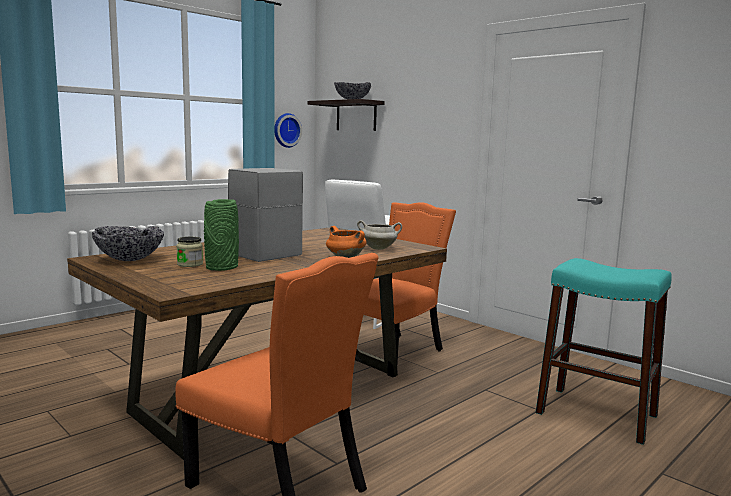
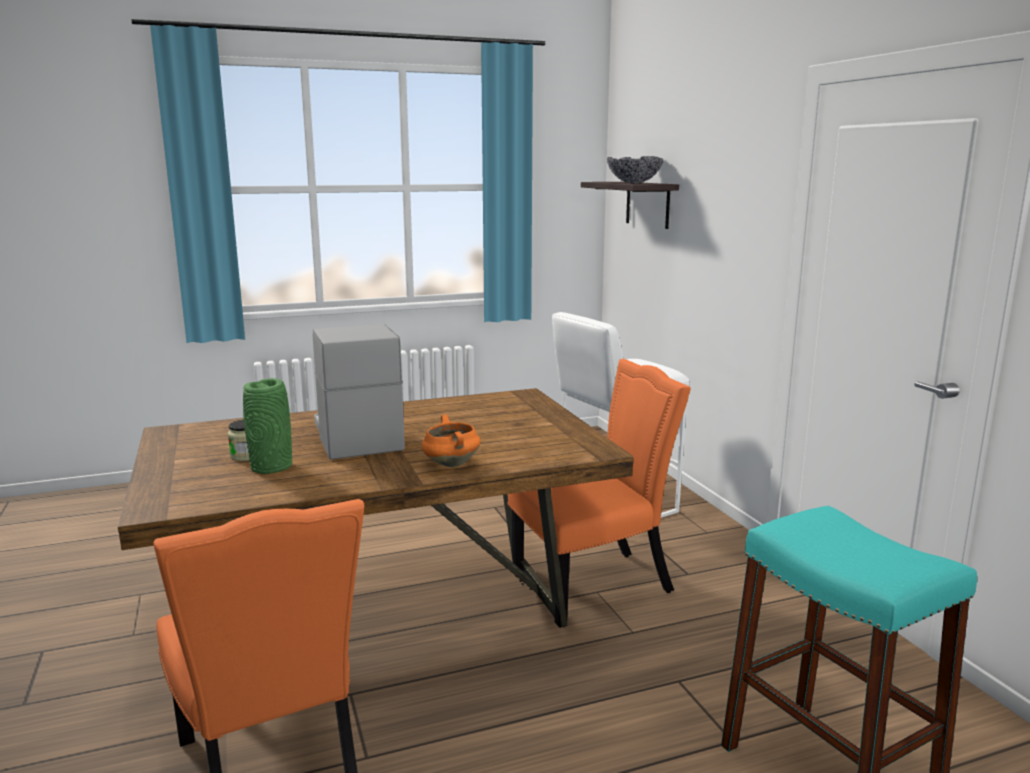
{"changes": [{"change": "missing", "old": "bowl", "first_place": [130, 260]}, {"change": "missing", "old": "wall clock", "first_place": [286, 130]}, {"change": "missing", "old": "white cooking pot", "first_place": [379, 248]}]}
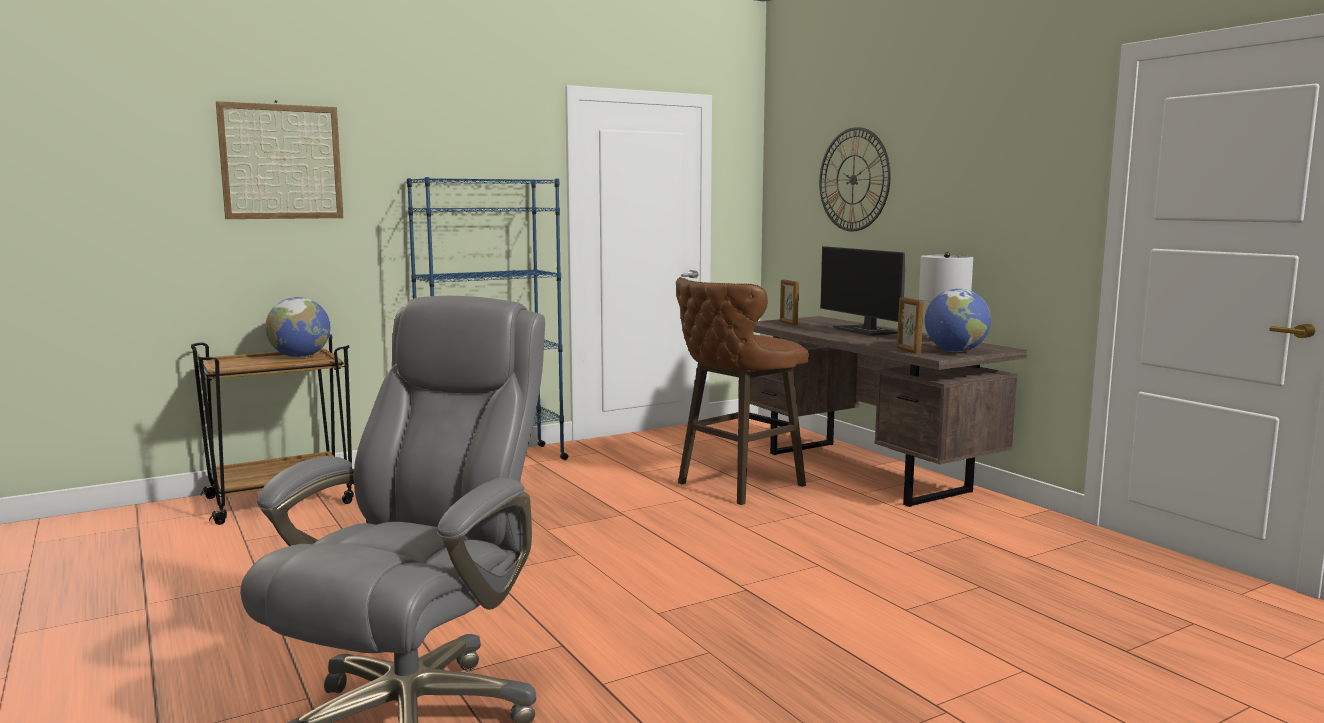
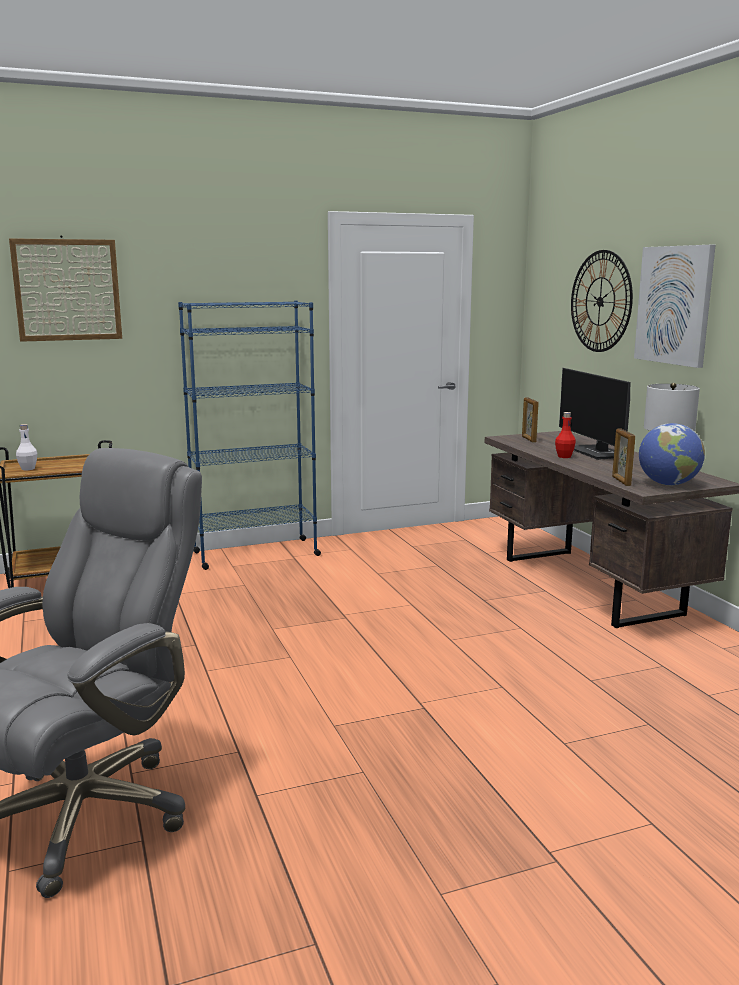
{"changes": [{"change": "missing", "old": "globe", "first_place": [300, 357]}, {"change": "missing", "old": "brown stool", "first_place": [737, 485]}, {"change": "appeared", "new": "white bottle", "second_place": [28, 469]}, {"change": "appeared", "new": "red bottle", "second_place": [564, 456]}, {"change": "appeared", "new": "picture", "second_place": [674, 305]}]}
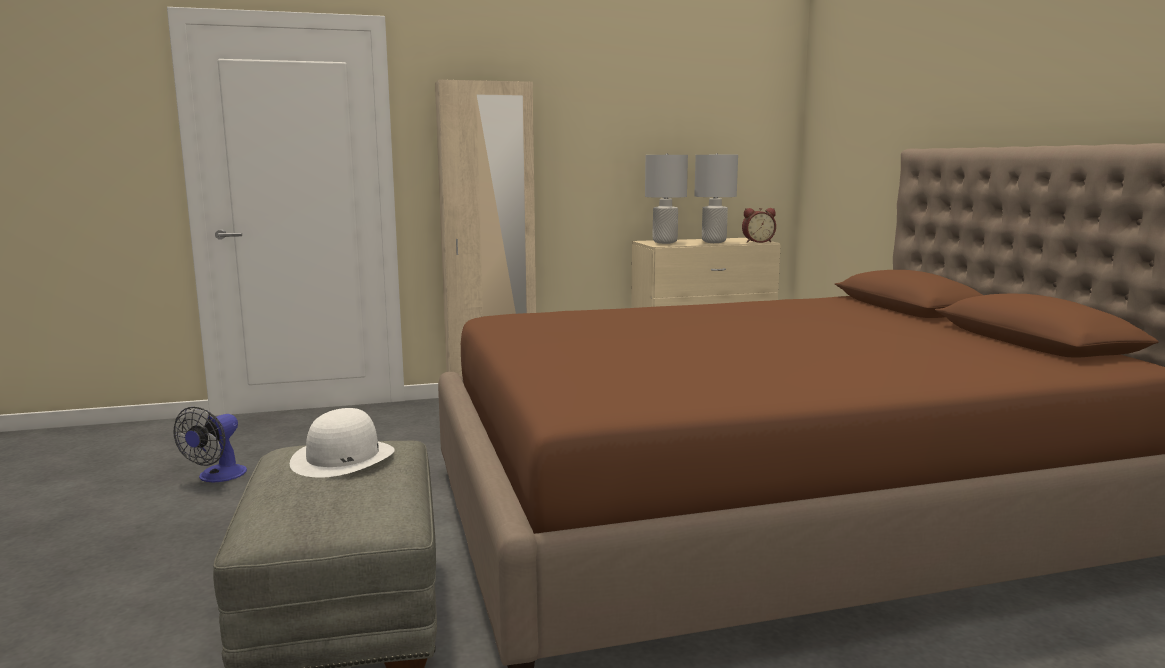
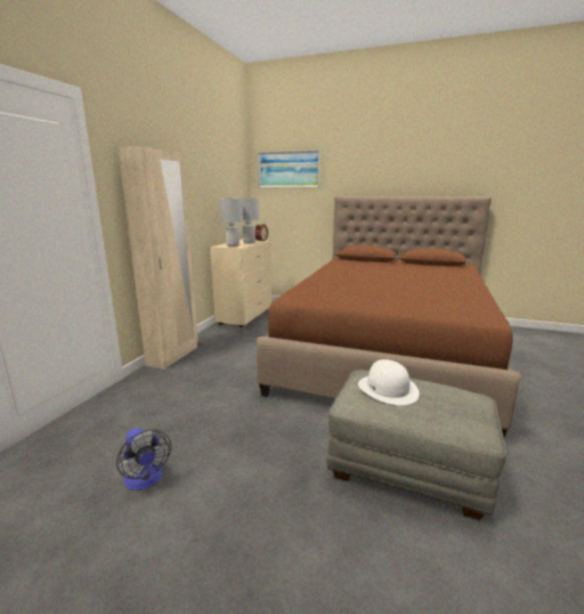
{"changes": [{"change": "appeared", "new": "picture", "second_place": [288, 169]}]}
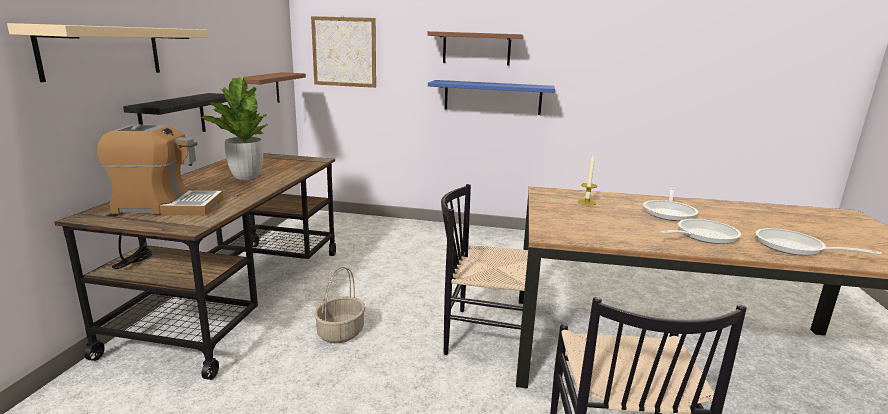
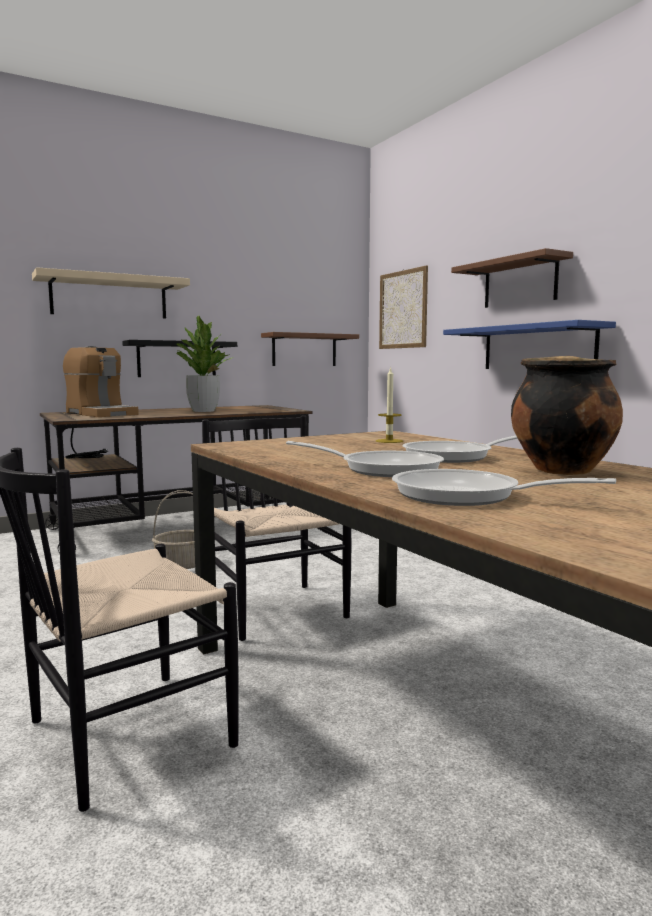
{"changes": [{"change": "appeared", "new": "cooking pot", "second_place": [560, 470]}, {"change": "spun", "old": "frying pan", "first_place": [795, 248], "second_place": [466, 496], "degrees": -60}]}
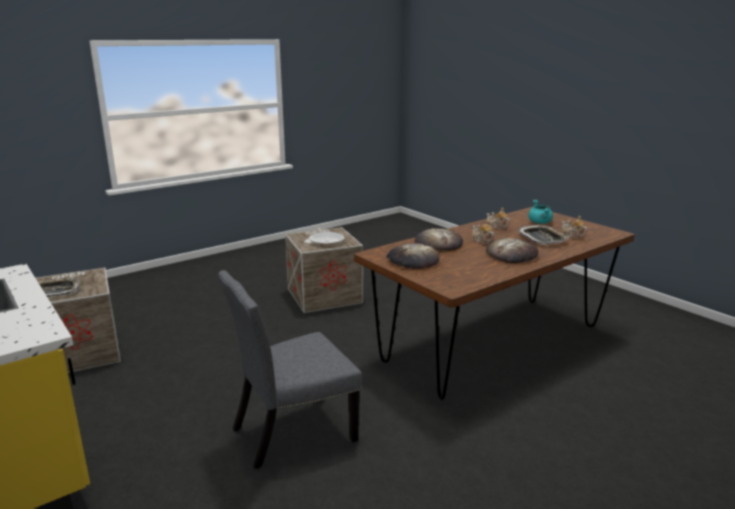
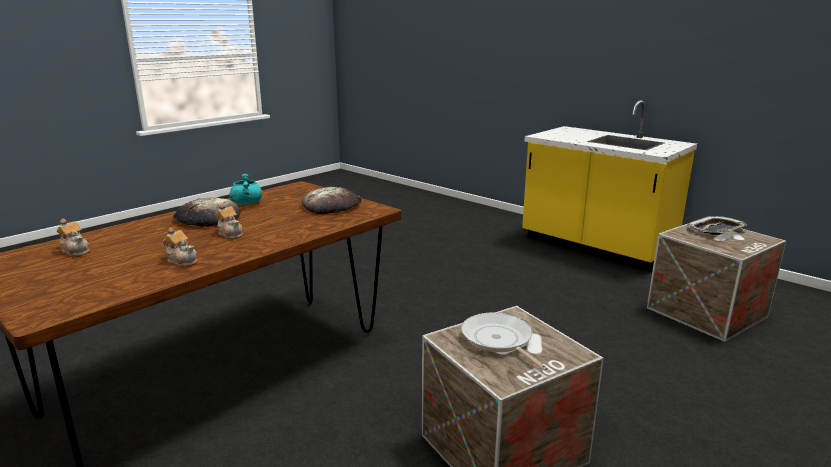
{"changes": [{"change": "missing", "old": "grey chair", "first_place": [295, 432]}, {"change": "missing", "old": "bread", "first_place": [438, 243]}, {"change": "missing", "old": "tray", "first_place": [542, 238]}, {"change": "relocated", "old": "turquoise cooking pot", "first_place": [540, 223], "second_place": [246, 203]}]}
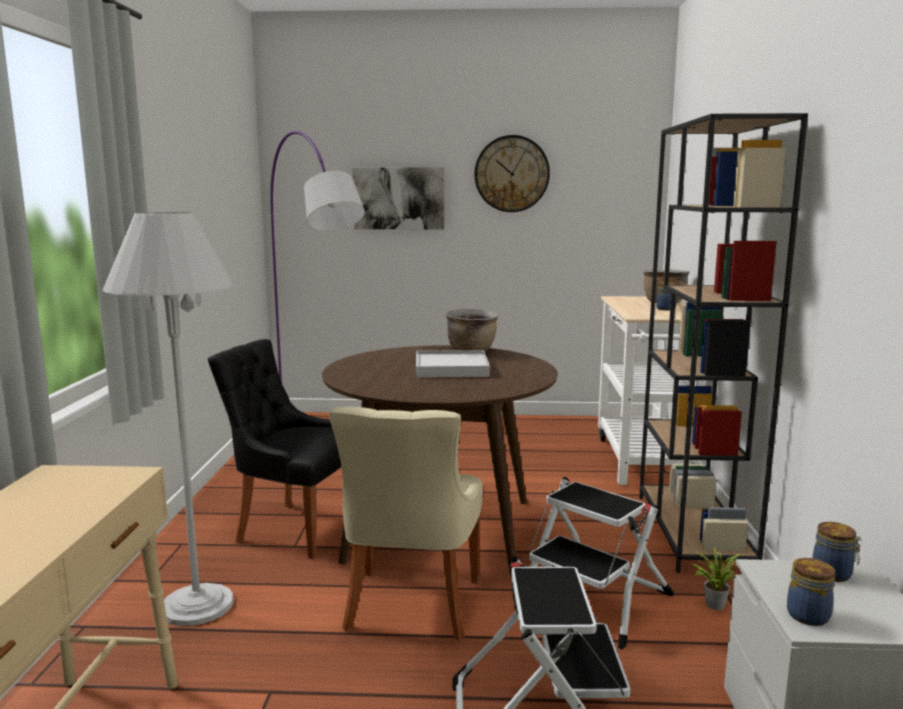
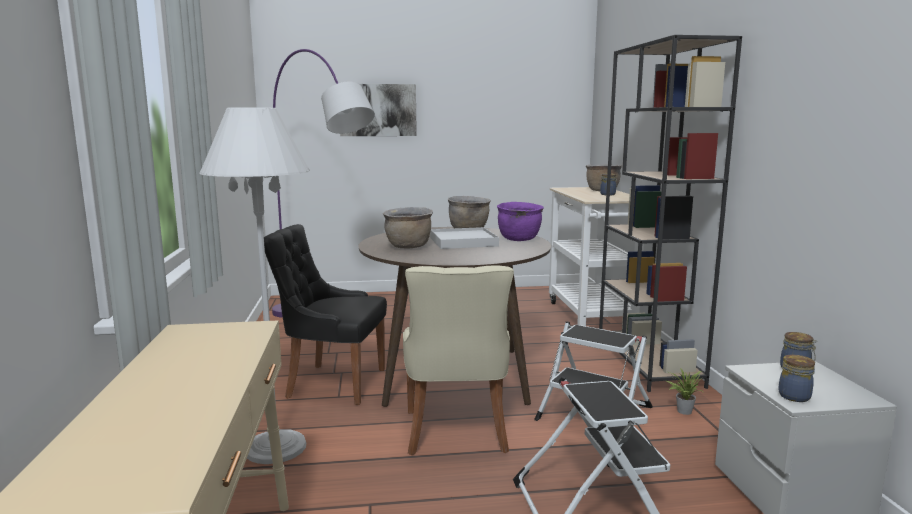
{"changes": [{"change": "missing", "old": "wall clock", "first_place": [511, 174]}, {"change": "appeared", "new": "brown cooking pot", "second_place": [408, 247]}, {"change": "appeared", "new": "purple cooking pot", "second_place": [519, 239]}]}
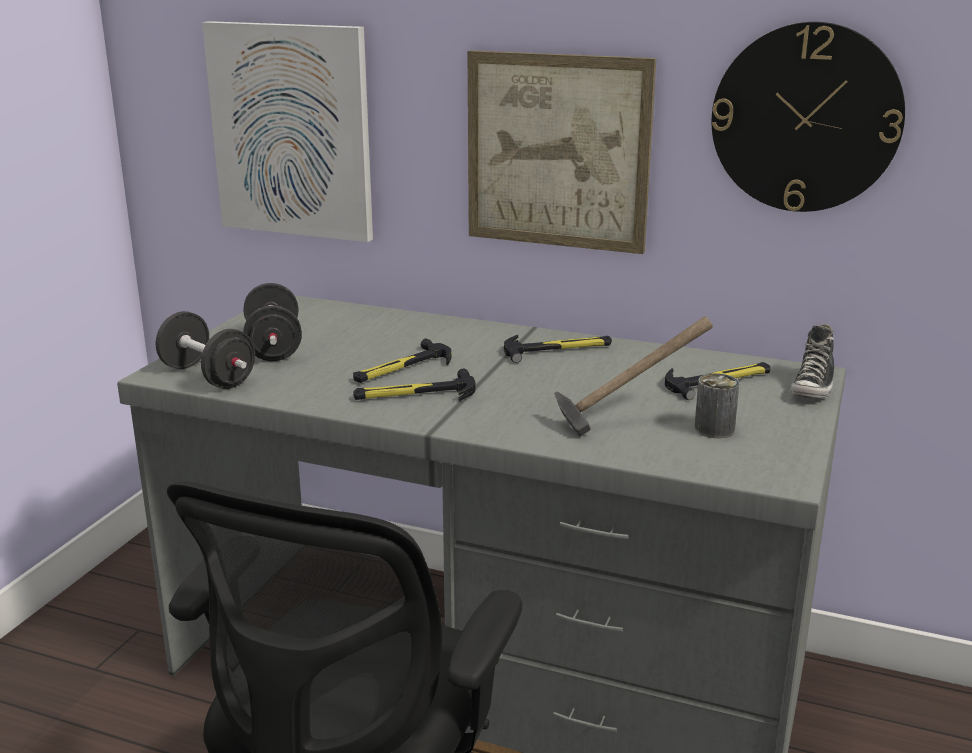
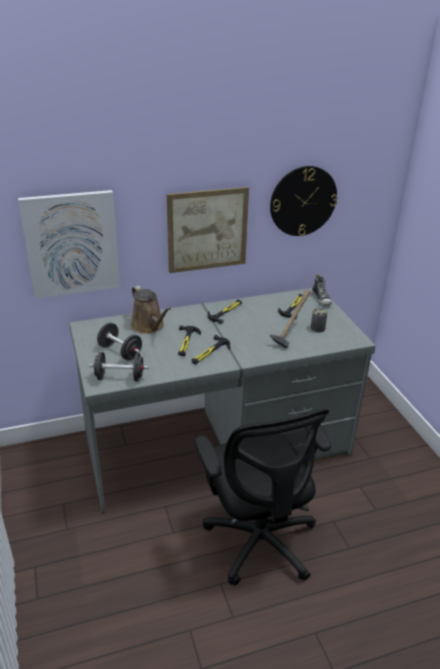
{"changes": [{"change": "appeared", "new": "brown watering can", "second_place": [149, 326]}]}
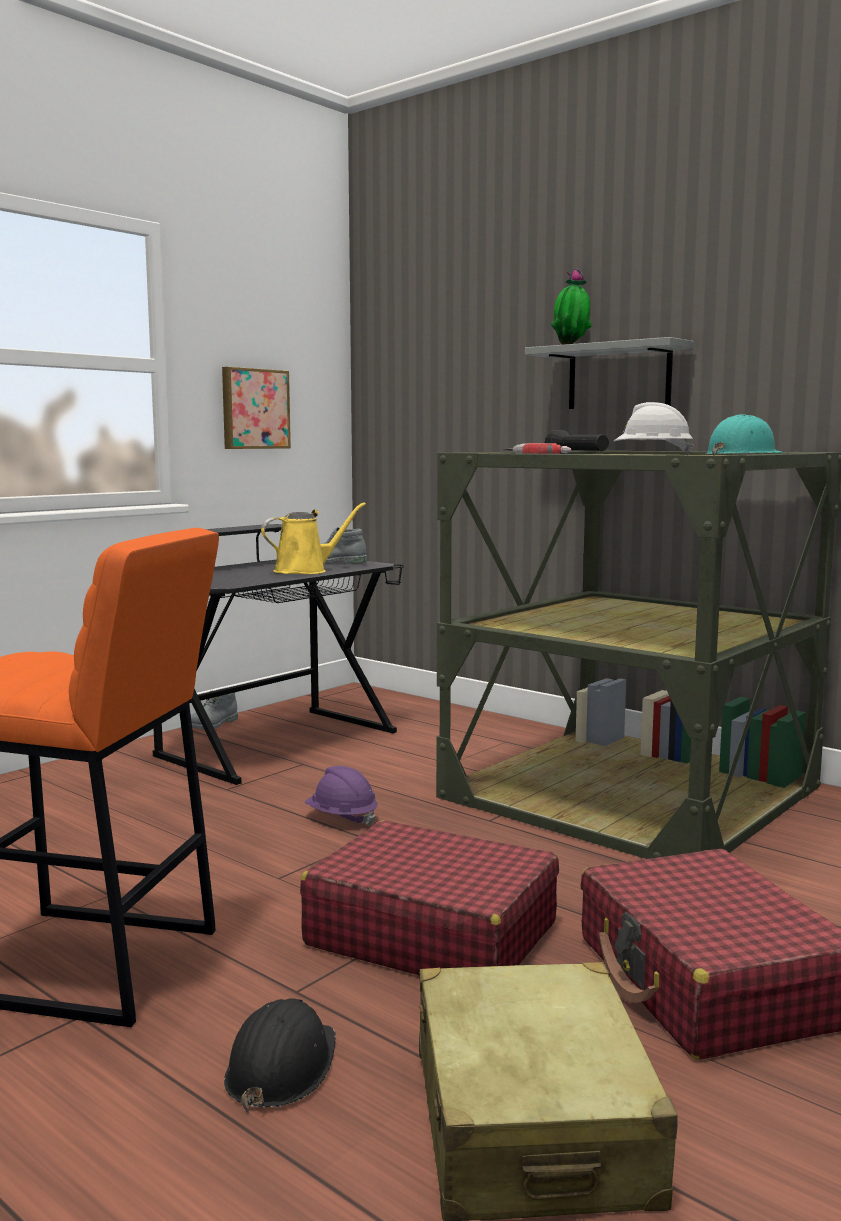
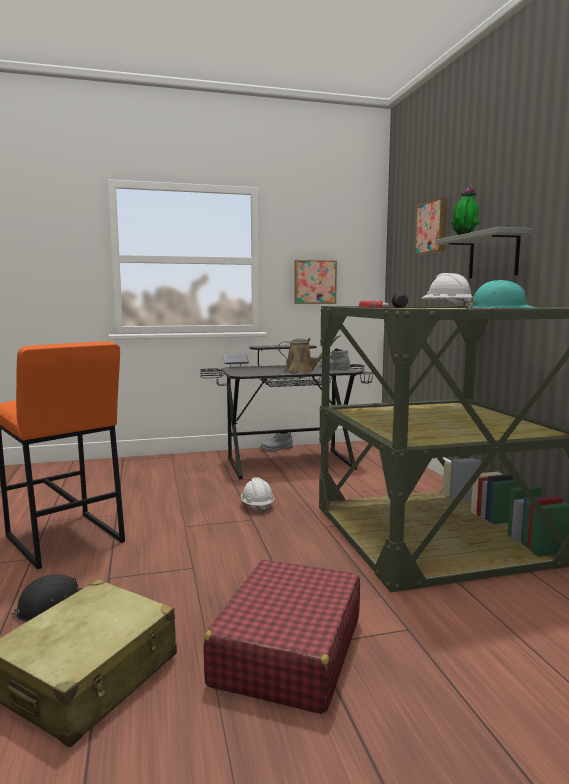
{"changes": [{"change": "missing", "old": "red suitcase", "first_place": [431, 934]}, {"change": "appeared", "new": "picture", "second_place": [433, 227]}, {"change": "colour", "old": "yellow watering can", "new": "brown watering can", "first_place": [305, 571], "second_place": [302, 371]}, {"change": "colour", "old": "purple hard hat", "new": "white hard hat", "first_place": [341, 818], "second_place": [257, 506]}]}
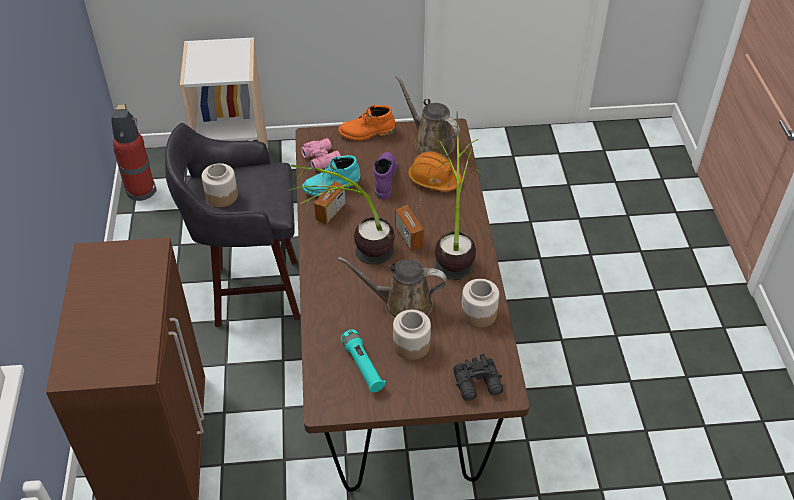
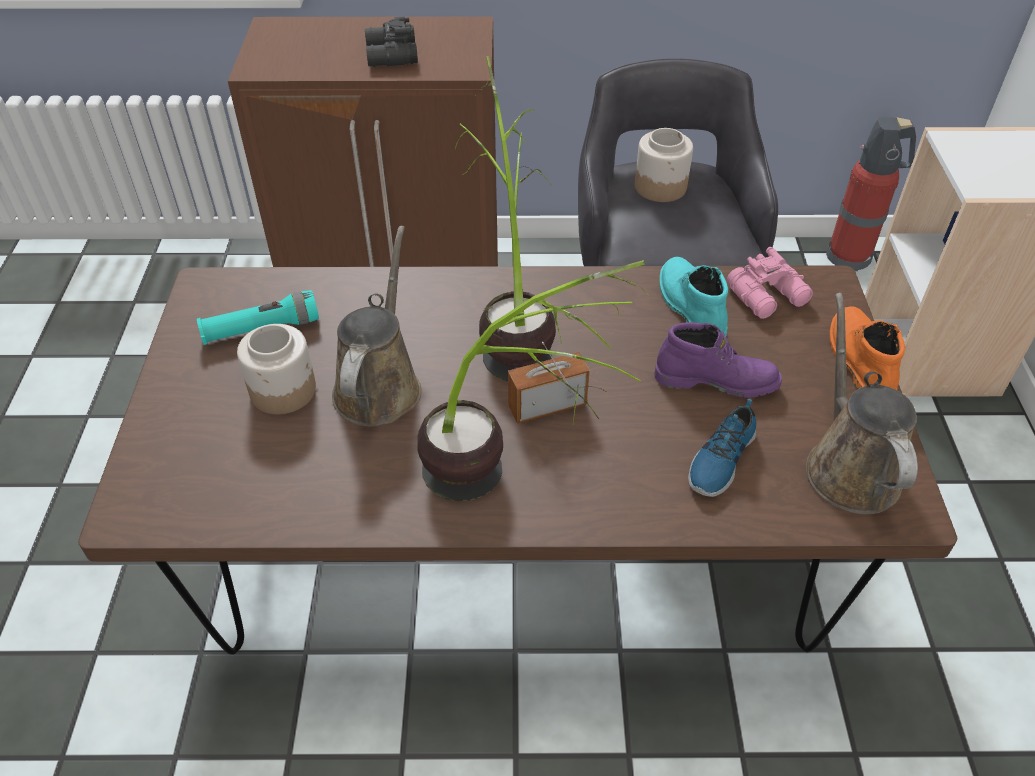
{"changes": [{"change": "missing", "old": "radio", "first_place": [331, 212]}, {"change": "missing", "old": "jar", "first_place": [478, 314]}, {"change": "relocated", "old": "black binoculars", "first_place": [478, 384], "second_place": [390, 56]}, {"change": "exchanged", "old": "orange hard hat", "new": "shoe", "first_place": [433, 180], "second_place": [719, 459]}, {"change": "spun", "old": "brown watering can", "first_place": [431, 142], "second_place": [849, 466], "degrees": -60}]}
